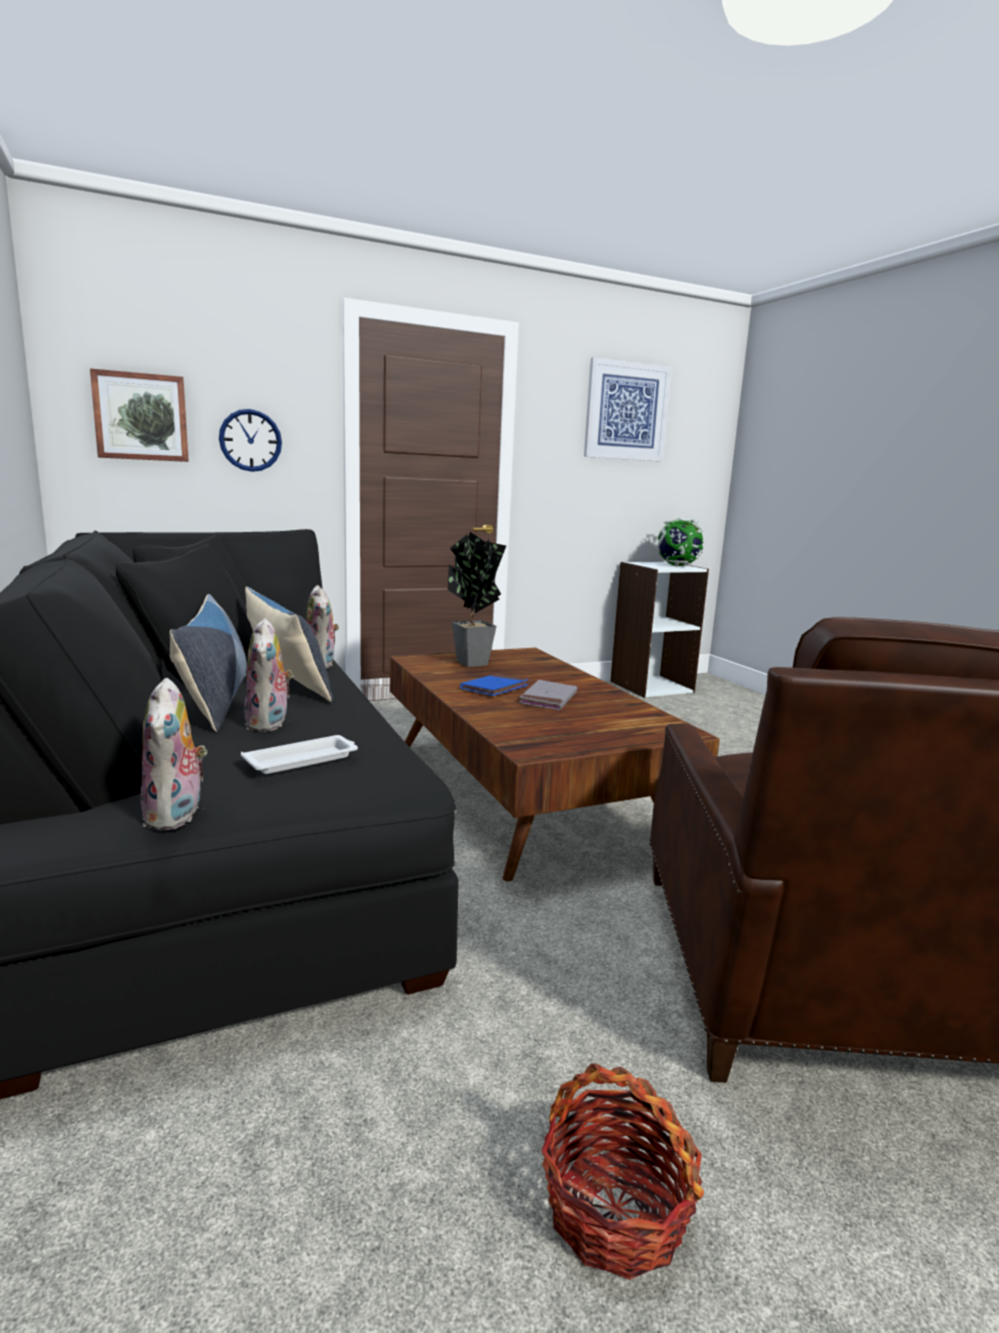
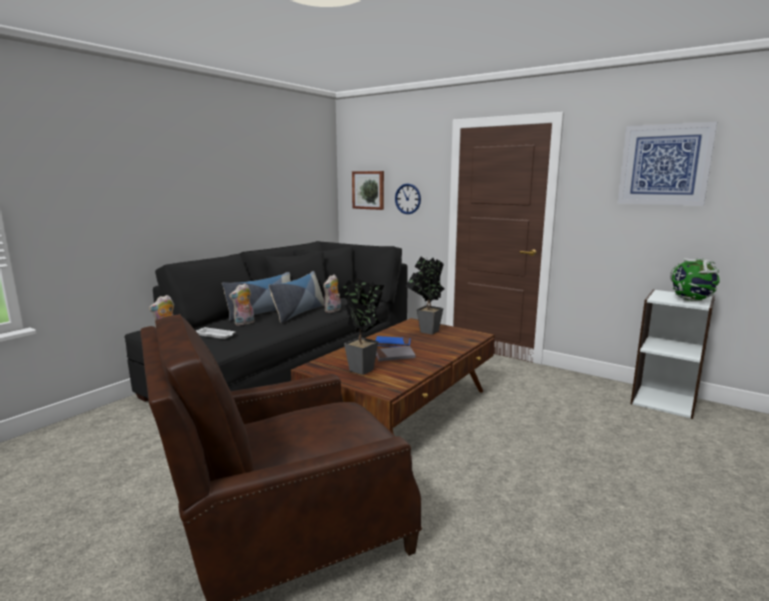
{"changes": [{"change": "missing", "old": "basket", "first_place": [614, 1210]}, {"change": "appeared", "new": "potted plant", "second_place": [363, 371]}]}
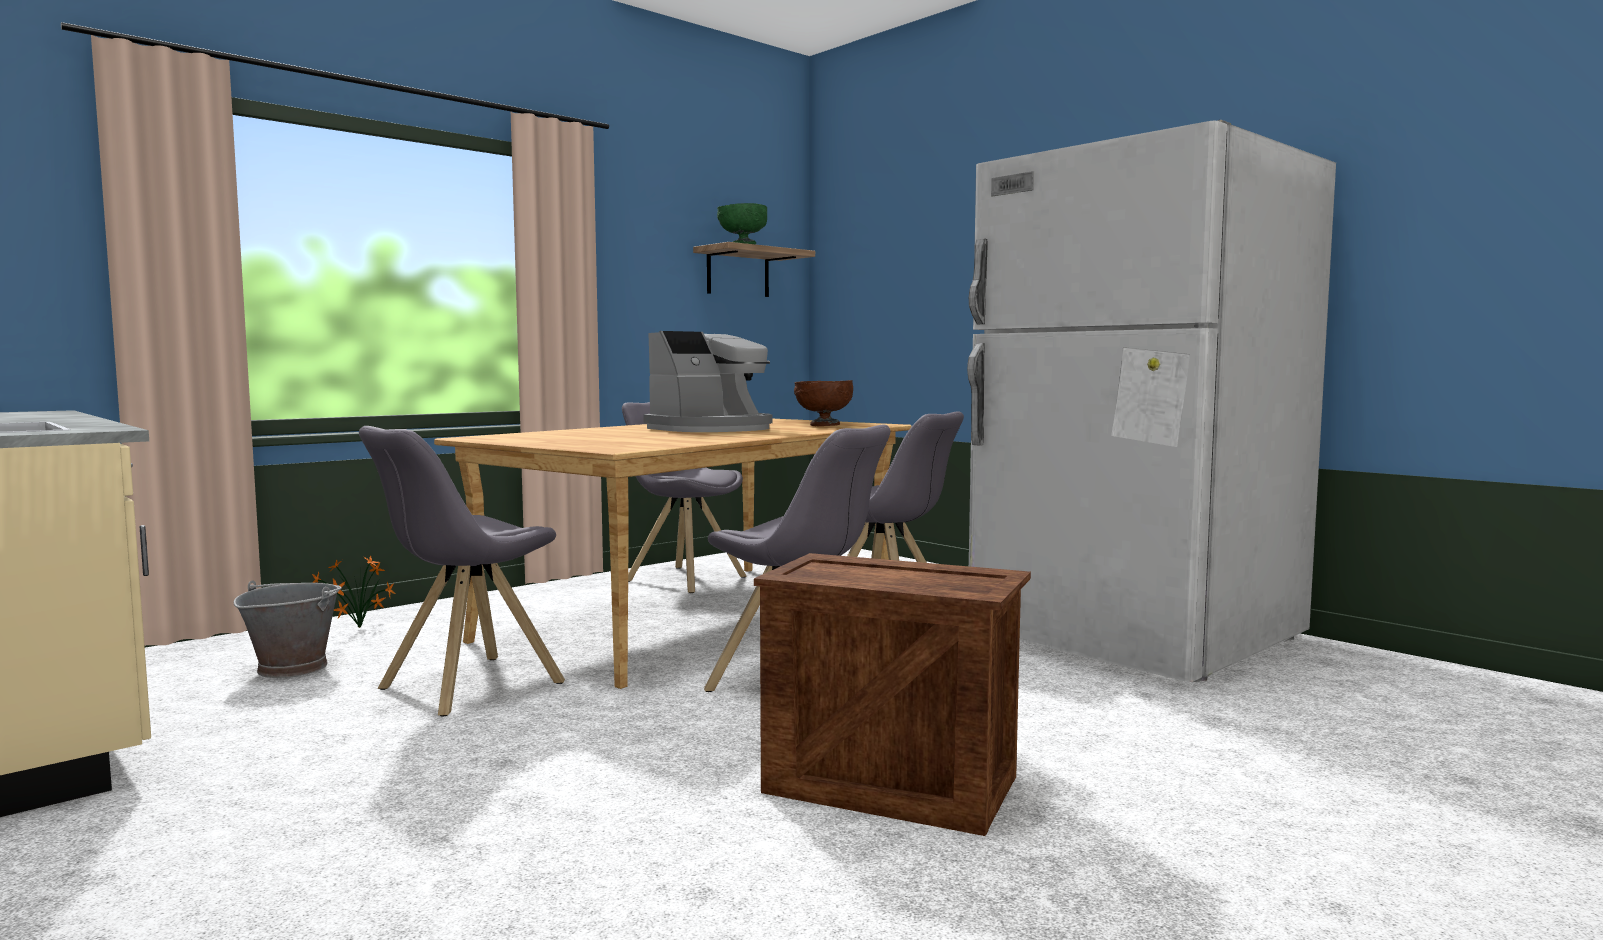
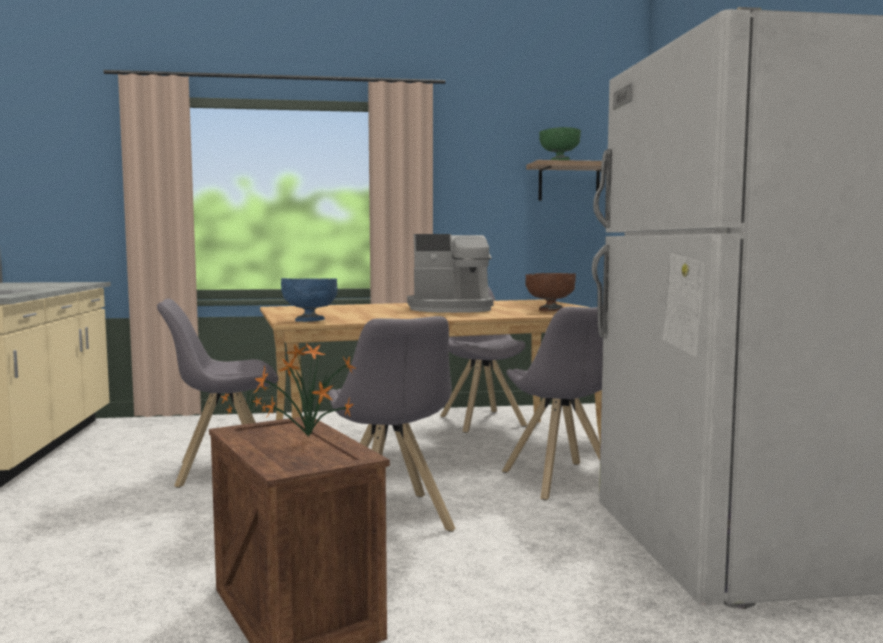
{"changes": [{"change": "missing", "old": "grey bucket", "first_place": [292, 667]}, {"change": "appeared", "new": "potted plant", "second_place": [305, 437]}, {"change": "appeared", "new": "blue bowl", "second_place": [310, 321]}]}
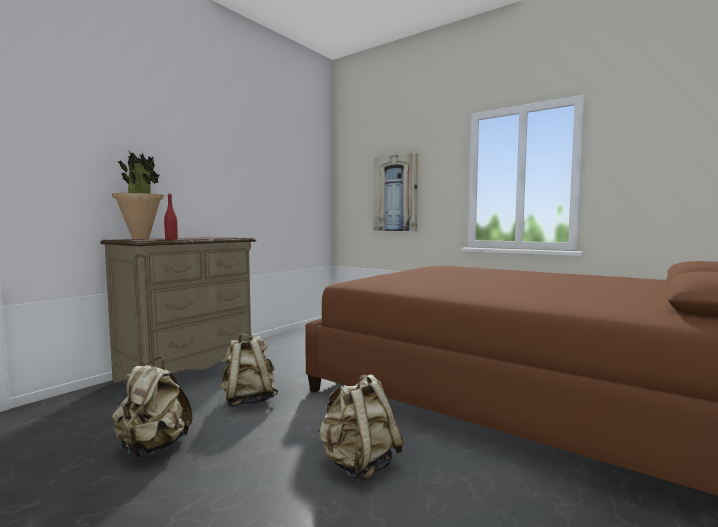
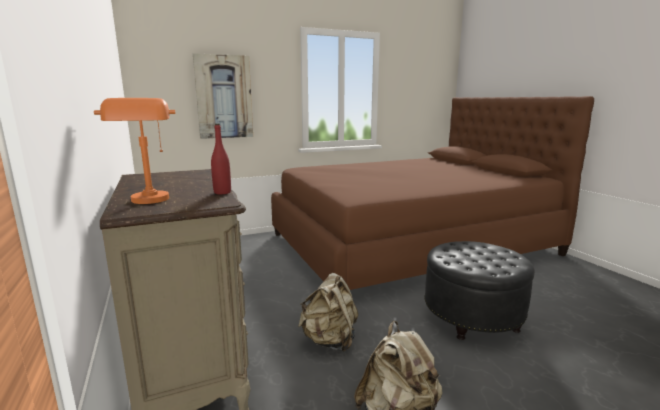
{"changes": [{"change": "exchanged", "old": "potted plant", "new": "orange table lamp", "first_place": [141, 239], "second_place": [150, 202]}, {"change": "exchanged", "old": "beige backpack", "new": "black ottoman", "first_place": [359, 465], "second_place": [472, 317]}]}
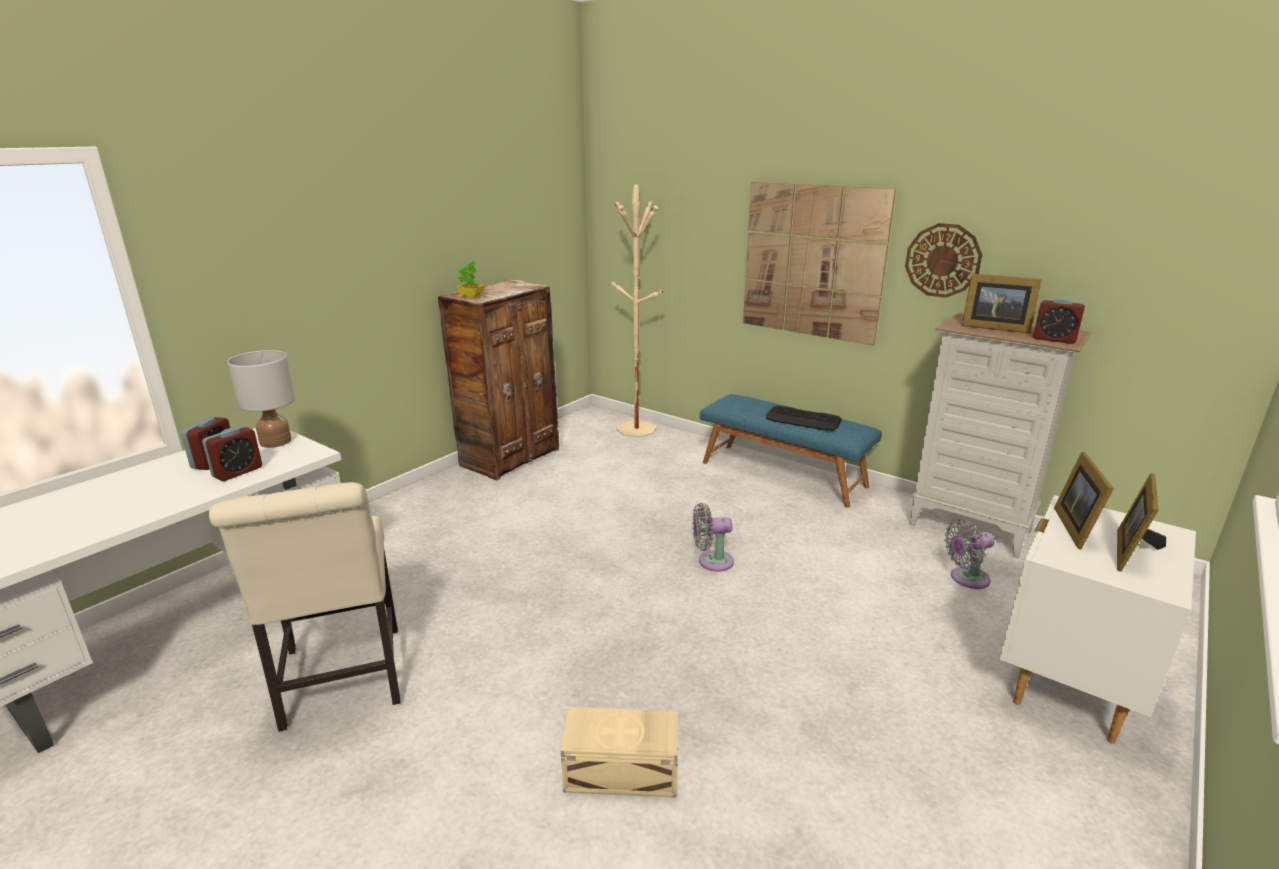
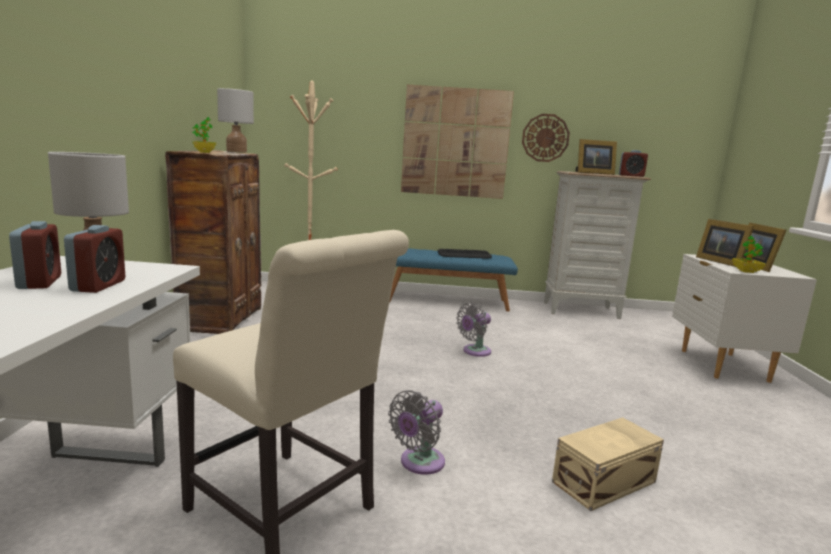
{"changes": [{"change": "appeared", "new": "grey table lamp", "second_place": [236, 151]}, {"change": "appeared", "new": "potted plant", "second_place": [746, 271]}, {"change": "relocated", "old": "grey fan", "first_place": [966, 579], "second_place": [419, 463]}]}
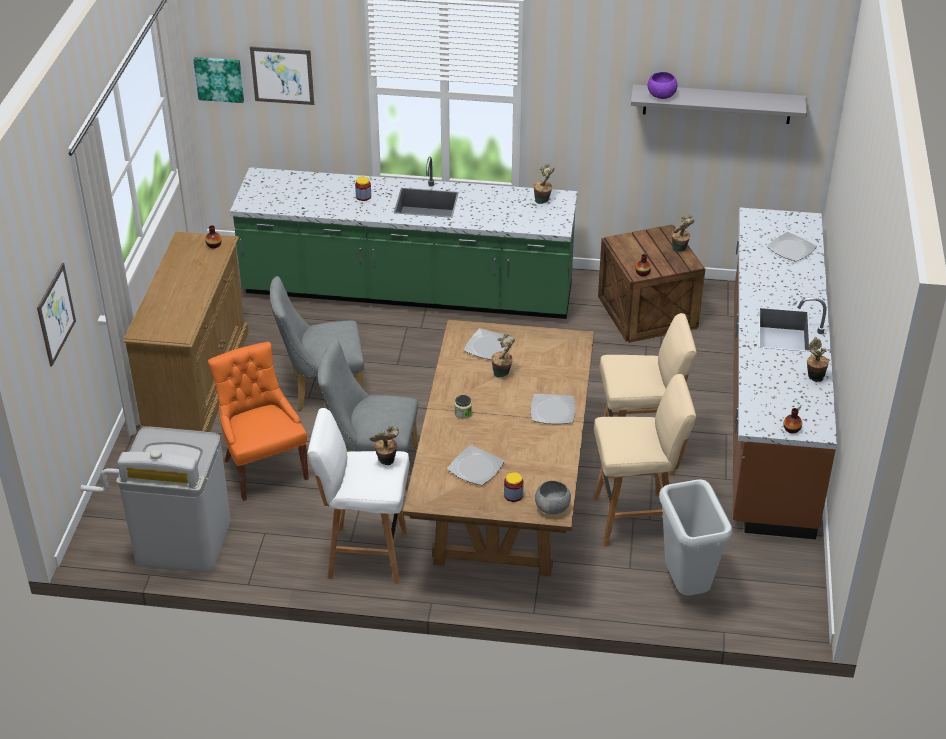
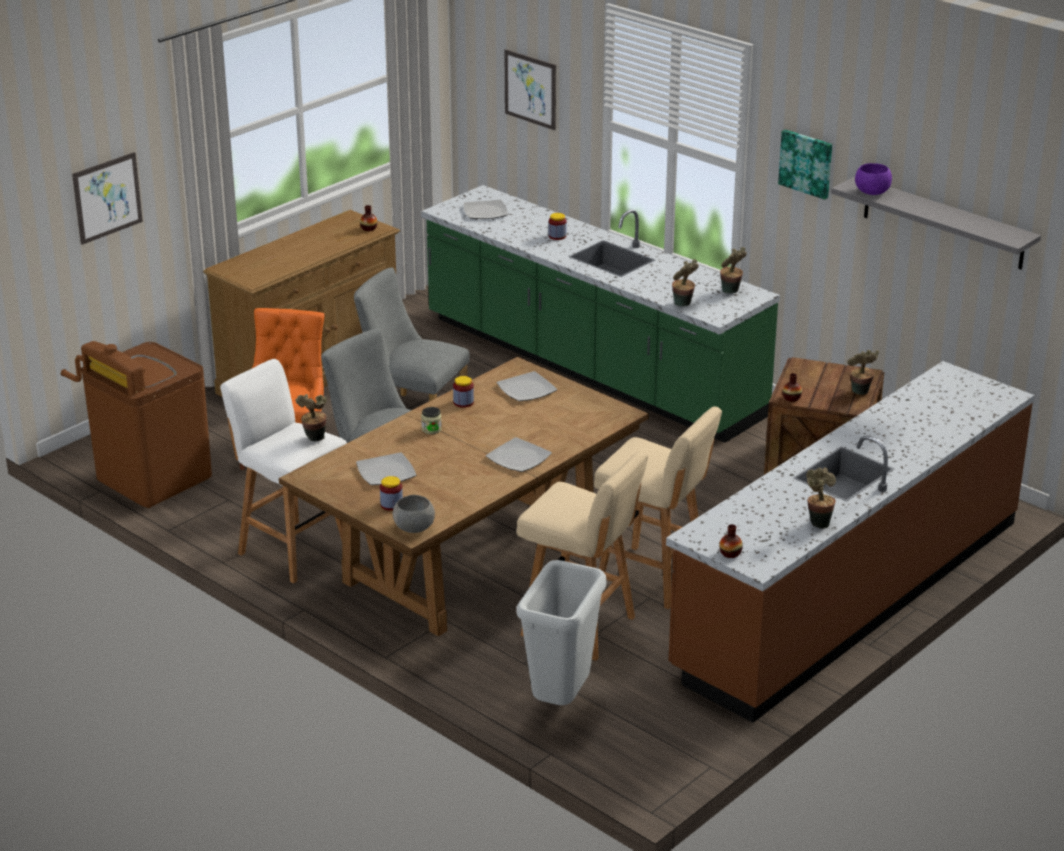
{"changes": [{"change": "appeared", "new": "jar", "second_place": [463, 402]}, {"change": "relocated", "old": "picture", "first_place": [219, 79], "second_place": [806, 163]}, {"change": "relocated", "old": "potted plant", "first_place": [502, 374], "second_place": [683, 304]}, {"change": "relocated", "old": "plate", "first_place": [790, 249], "second_place": [485, 212]}, {"change": "colour", "old": "grey washing machine", "new": "brown washing machine", "first_place": [181, 544], "second_place": [151, 479]}]}
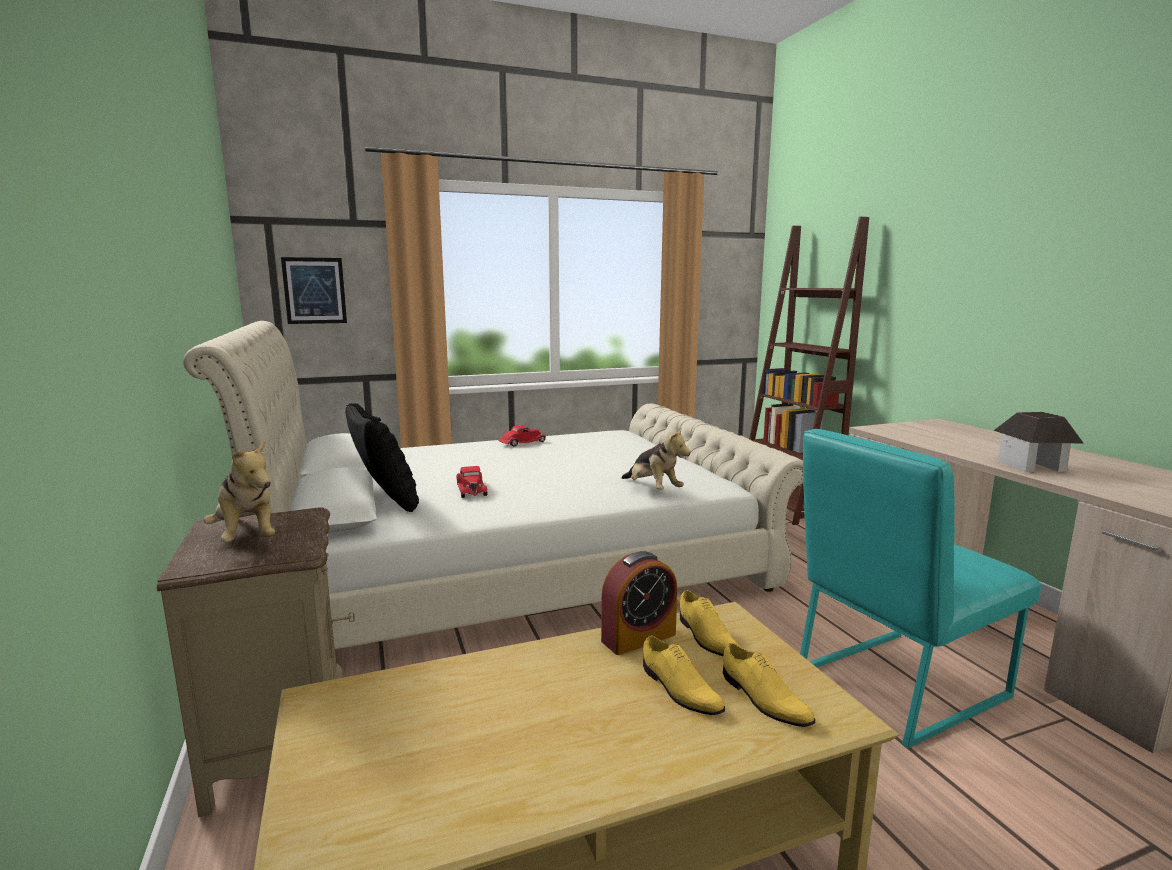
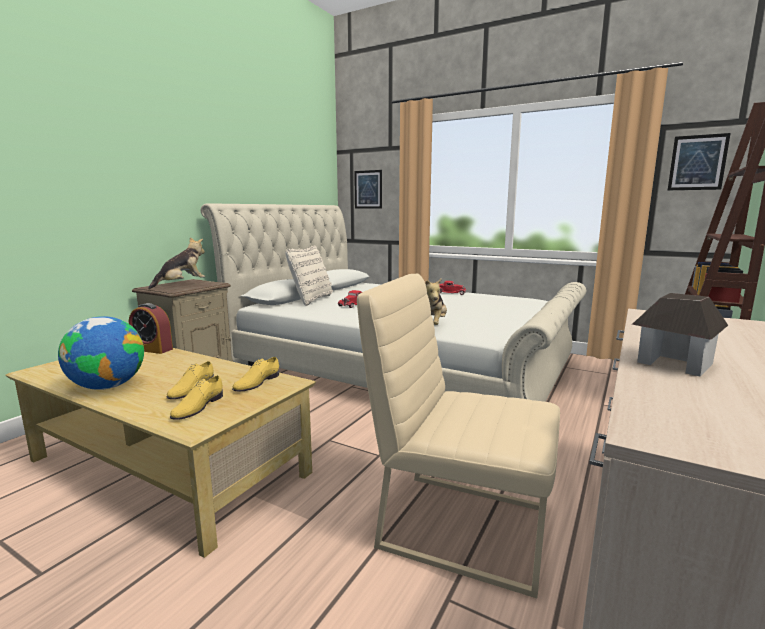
{"changes": [{"change": "appeared", "new": "globe", "second_place": [107, 386]}, {"change": "appeared", "new": "picture", "second_place": [697, 162]}, {"change": "relocated", "old": "alarm clock", "first_place": [638, 637], "second_place": [152, 349]}, {"change": "colour", "old": "black pillow", "new": "beige pillow", "first_place": [384, 501], "second_place": [311, 300]}, {"change": "colour", "old": "turquoise chair", "new": "beige chair", "first_place": [895, 684], "second_place": [459, 524]}, {"change": "spun", "old": "plush toy", "first_place": [247, 538], "second_place": [182, 285], "degrees": -150}]}
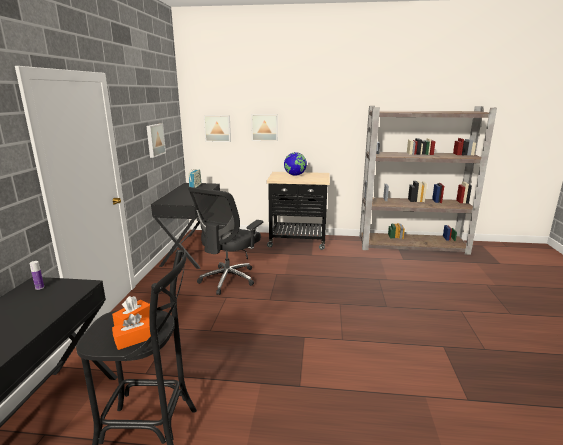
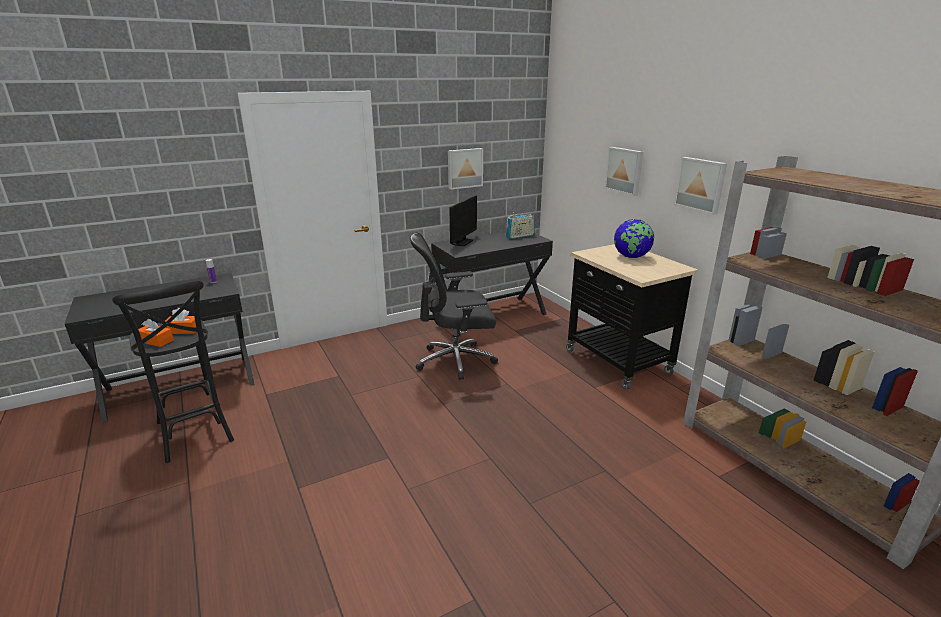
{"changes": [{"change": "appeared", "new": "monitor", "second_place": [462, 242]}, {"change": "relocated", "old": "picture", "first_place": [217, 128], "second_place": [701, 184]}]}
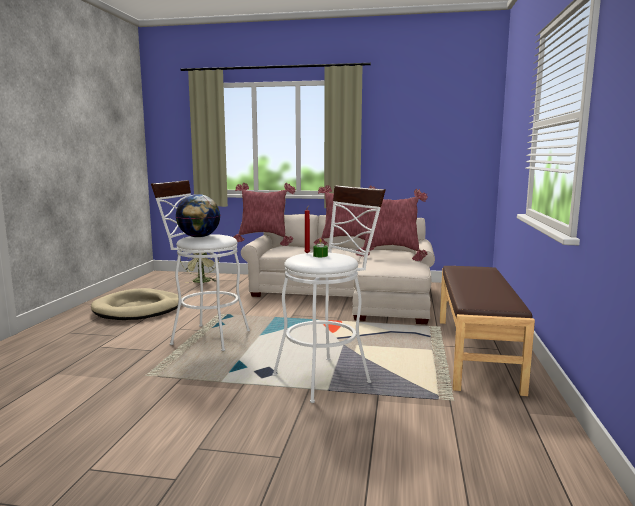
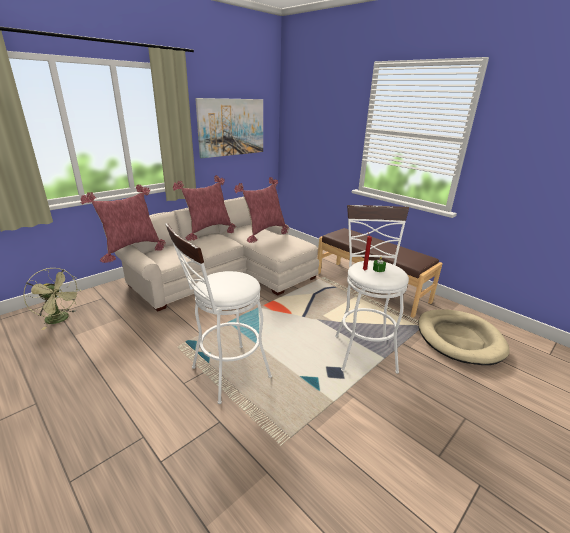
{"changes": [{"change": "missing", "old": "globe", "first_place": [199, 237]}, {"change": "appeared", "new": "picture", "second_place": [231, 127]}, {"change": "relocated", "old": "beige dog bed", "first_place": [139, 309], "second_place": [459, 339]}]}
